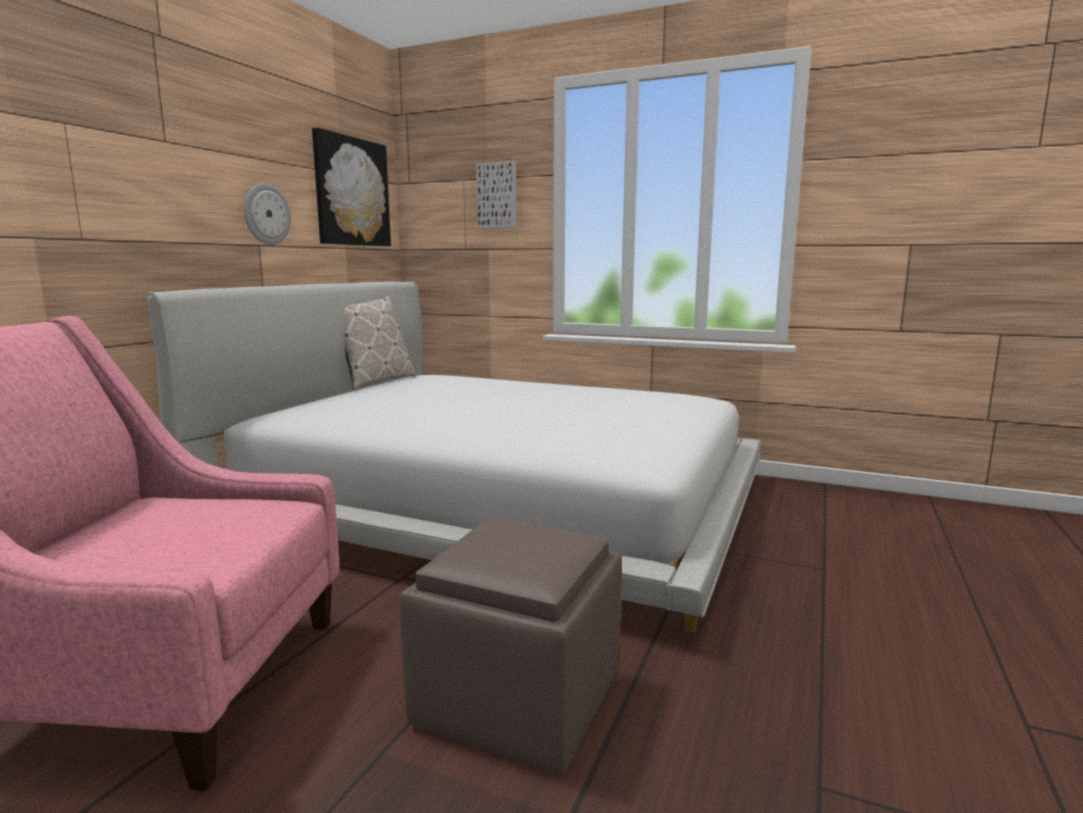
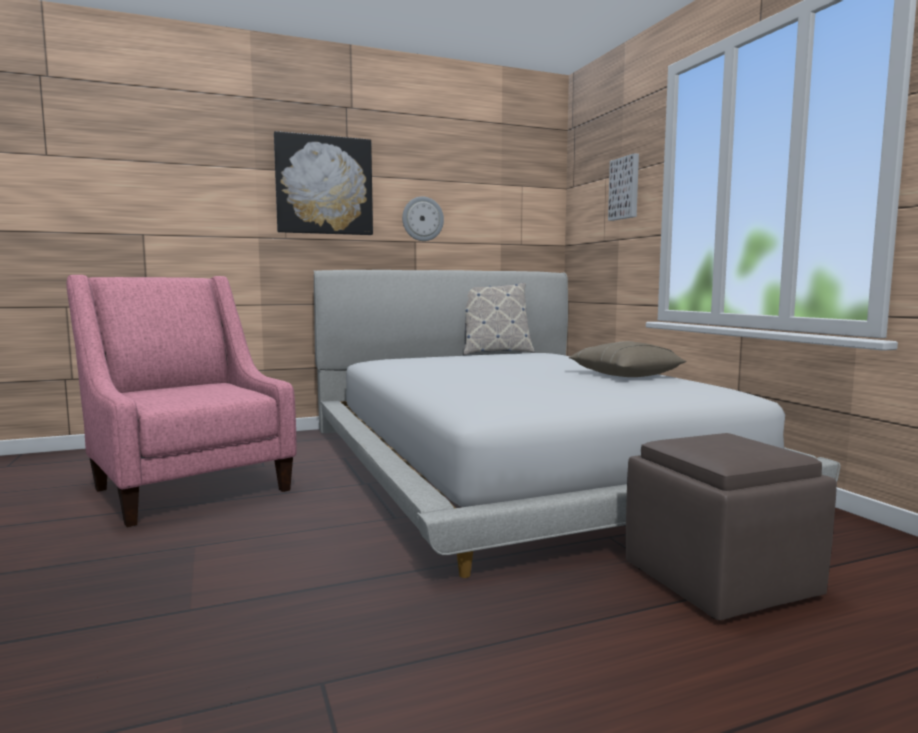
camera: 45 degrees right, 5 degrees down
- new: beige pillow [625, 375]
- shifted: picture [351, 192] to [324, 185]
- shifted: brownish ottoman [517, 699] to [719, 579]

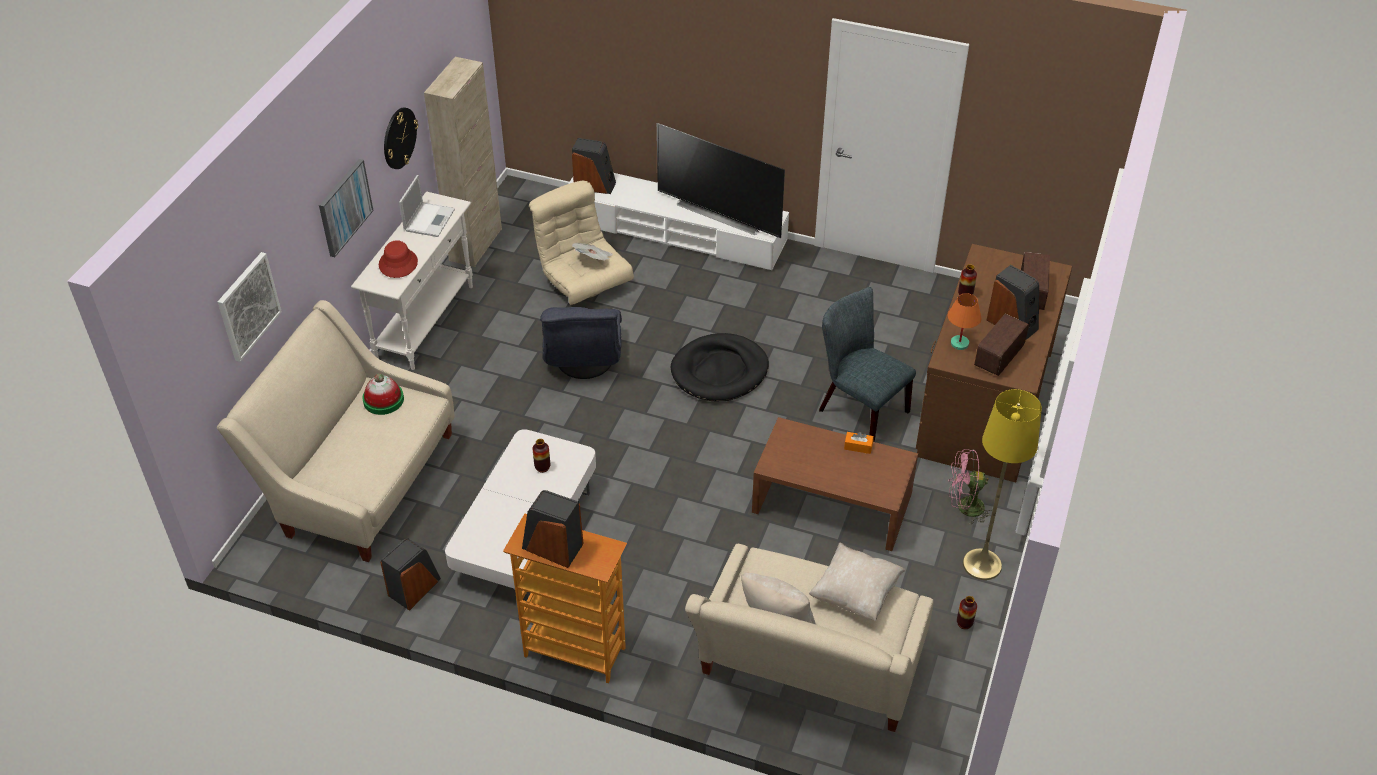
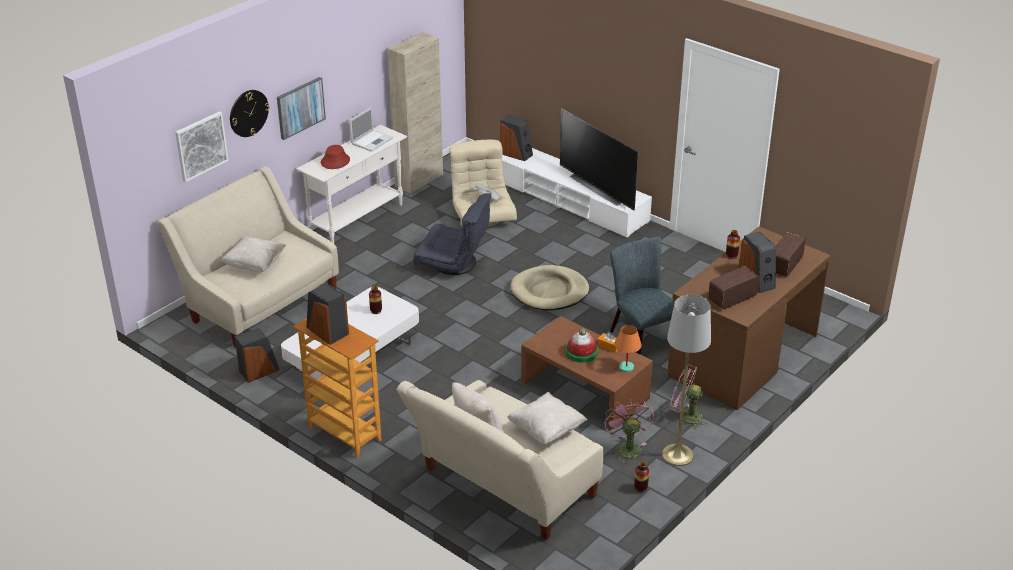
camera: 20 degrees right, 10 degrees down
- new: beige pillow [255, 265]
- new: pinkish cooling fan [626, 448]
- shifted: clothing hat [383, 400] to [581, 352]
- shifted: clock on the wall [399, 138] to [248, 113]
- shifted: orangey tabletop lamp [959, 343] to [626, 367]
- repainted: black-coloured dog cushion [720, 371] to beige dog cushion [549, 291]
- repainted: yellowish floor lamp [982, 564] to grey floor lamp [677, 455]
- rotated: grey lounge chair [583, 360] = [454, 264] 90 degrees counterclockwise

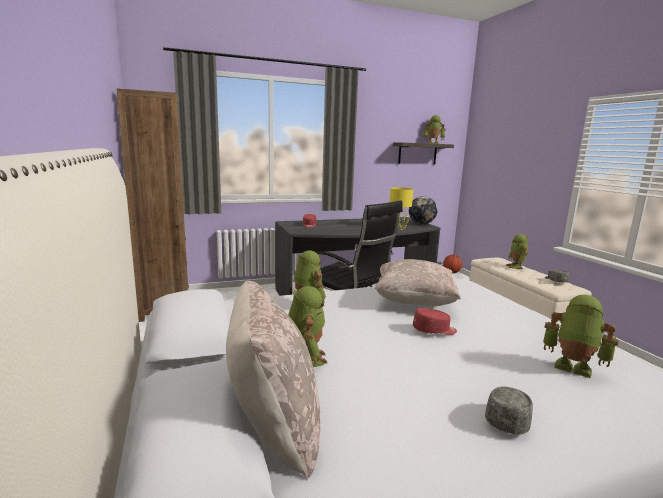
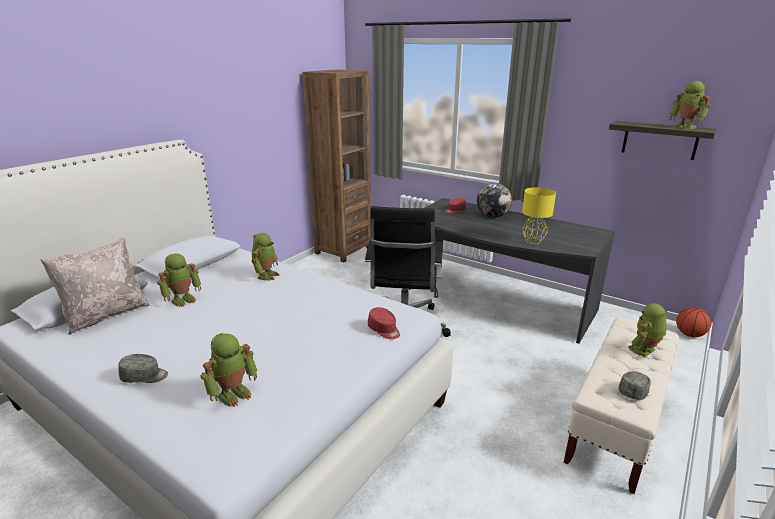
camera: 55 degrees right, 10 degrees up
- gone: beige pillow [414, 302]
- shifted: globe [421, 224] to [492, 216]
- shifted: red-coloured peaked cap [434, 330] to [384, 330]
- rotated: toy robot [572, 369] = [233, 393] 45 degrees clockwise

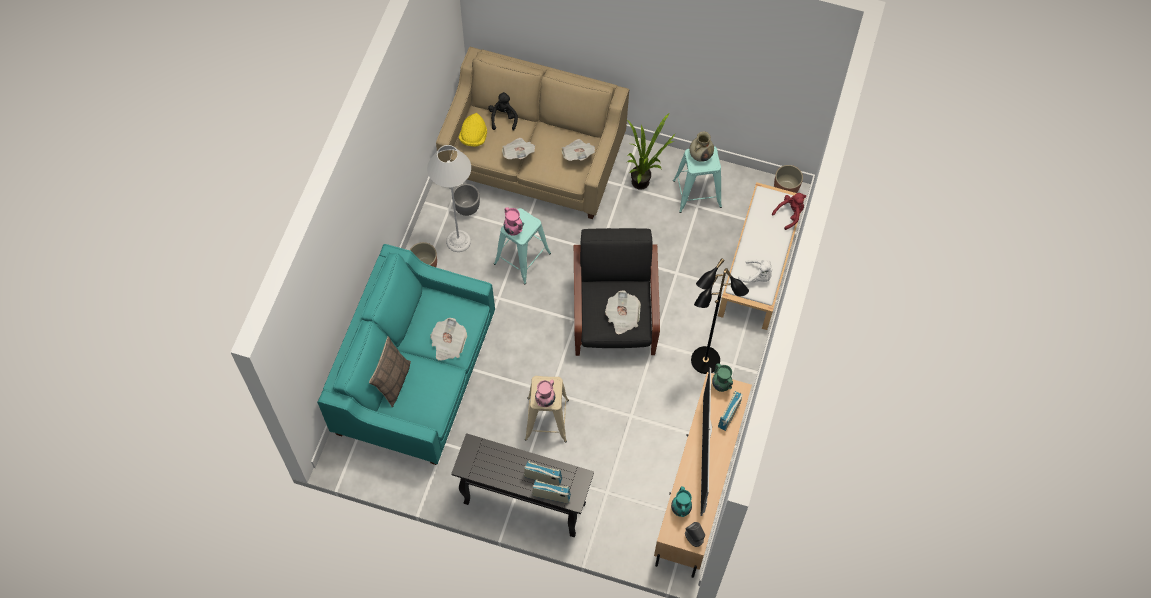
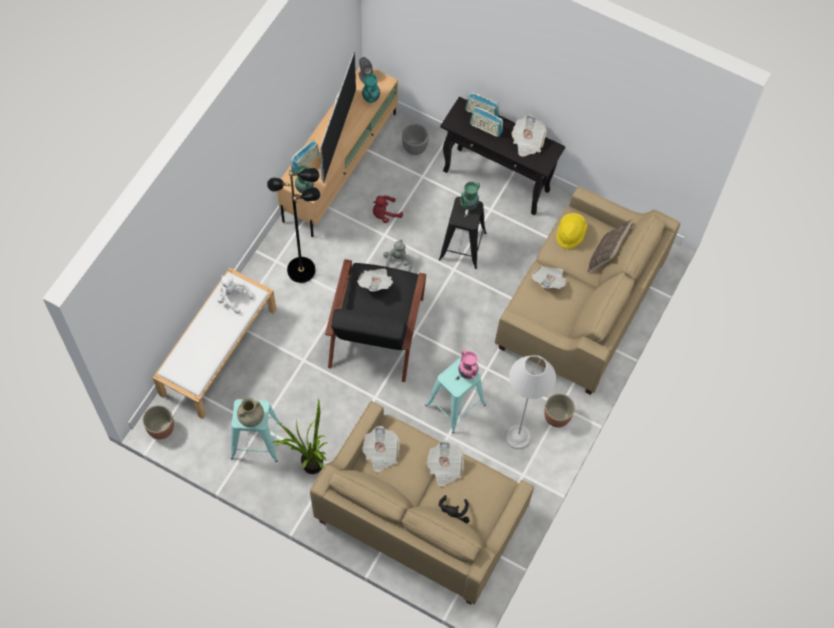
camera: 170 degrees left, 0 degrees up
- new: grey plush toy [397, 263]
- new: printed paper [527, 142]
- shifted: grey flower pot [466, 208] to [415, 148]
- shifted: yellowish clothing hat [473, 137] to [570, 234]
- shifted: red-coloured plush toy [790, 214] to [385, 214]
- repainted: turquoise-coloured settee [415, 376] to beige settee [579, 308]
- repainted: beige stool seat [547, 419] to black-coloured stool seat [462, 246]
- repainted: pinkish vase [545, 401] to green-coloured vase [469, 205]

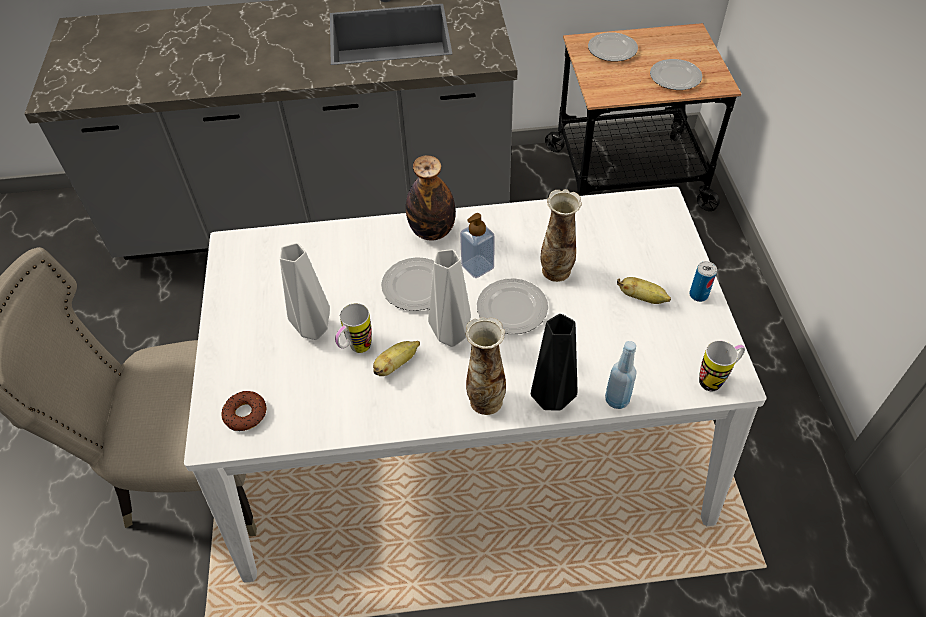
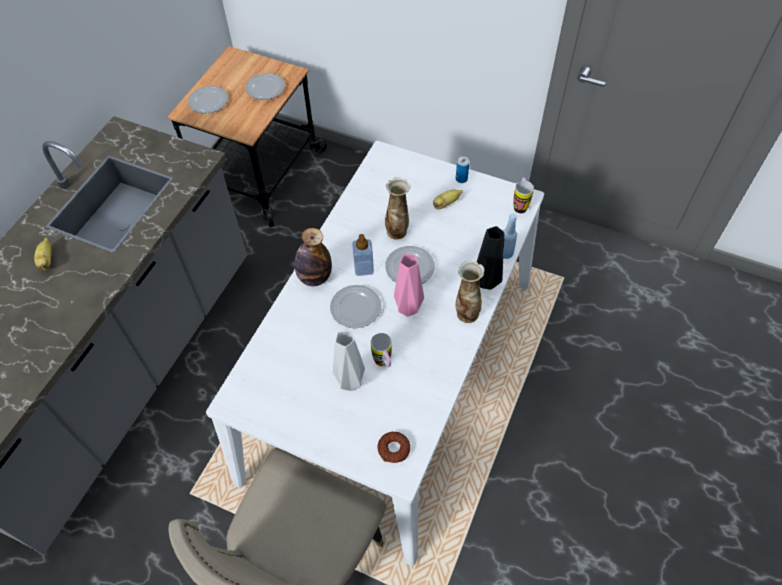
camera: 60 degrees left, 5 degrees up
- shifted: banana fruit [396, 364] to [47, 260]
- repainted: grey vase [452, 335] to pinkish vase [408, 307]

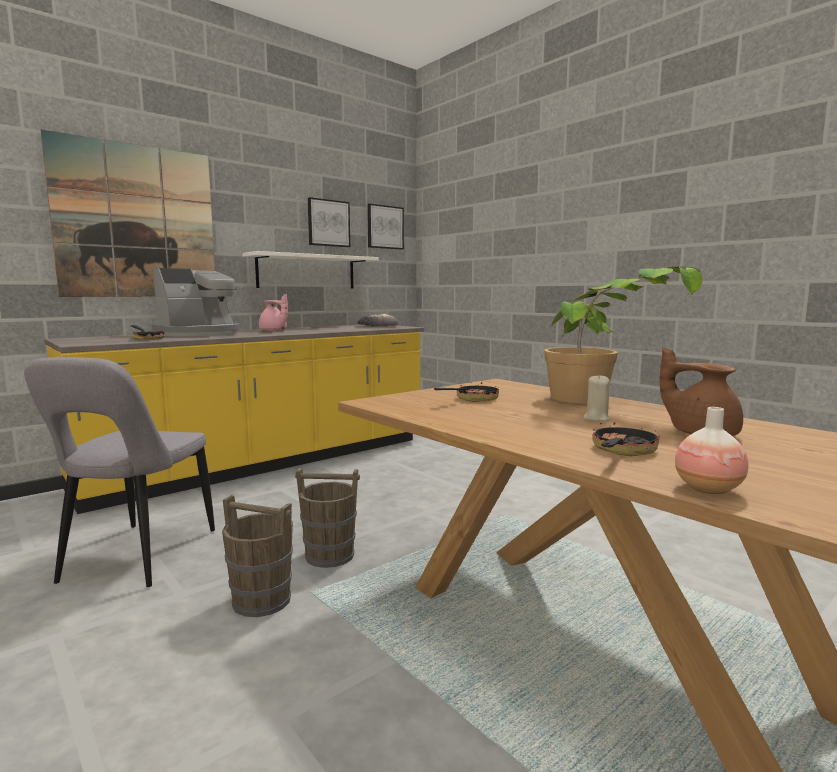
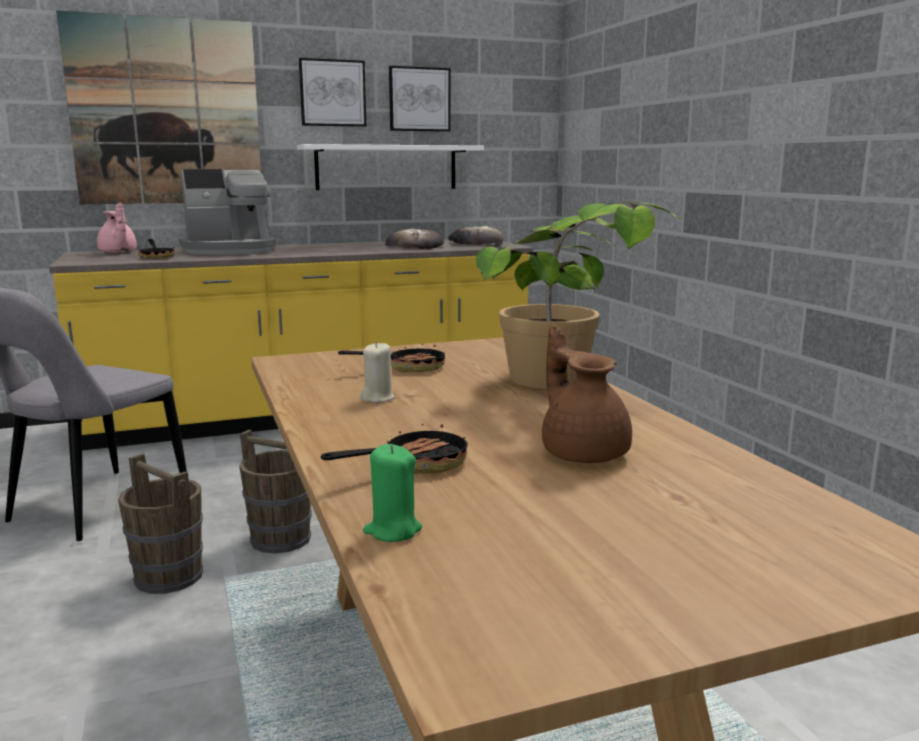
camera: 20 degrees right, 5 degrees up
- new: bread [414, 246]
- shifted: pinkish pot for tea [274, 331] to [117, 252]
- shifted: picture [385, 227] to [332, 93]
- shifted: beige candle [596, 418] to [377, 398]
- swapped: vase [708, 489] to green-coloured candle [392, 531]

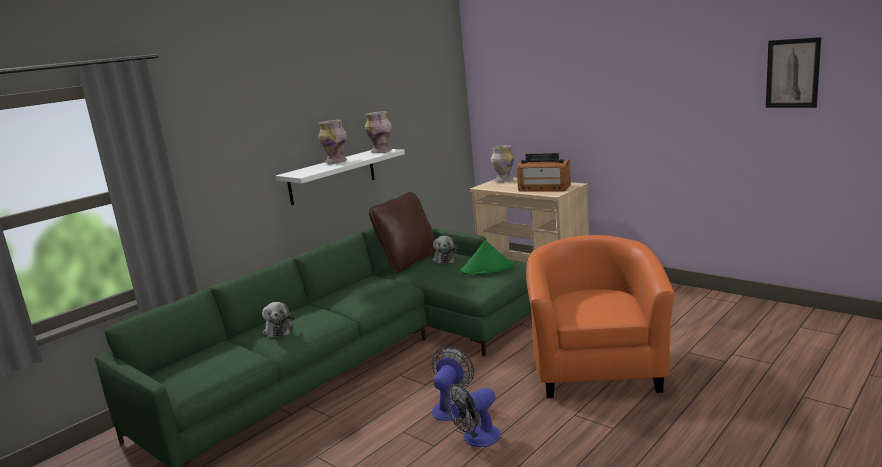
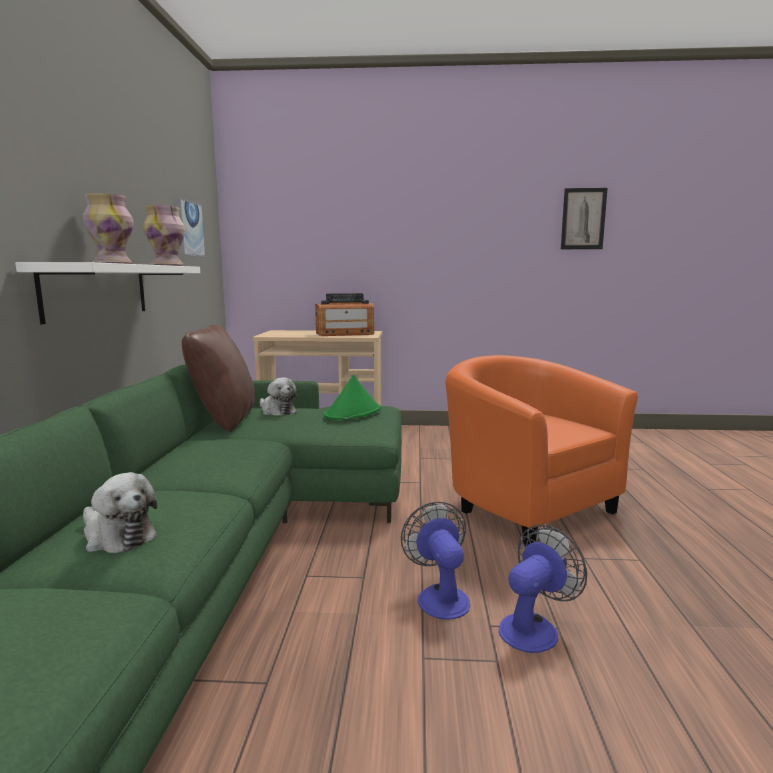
camera: 40 degrees left, 5 degrees down
- gone: vase [503, 180]
- new: picture [189, 229]
- rotated: cooling fan [476, 439] = [534, 627] 150 degrees counterclockwise

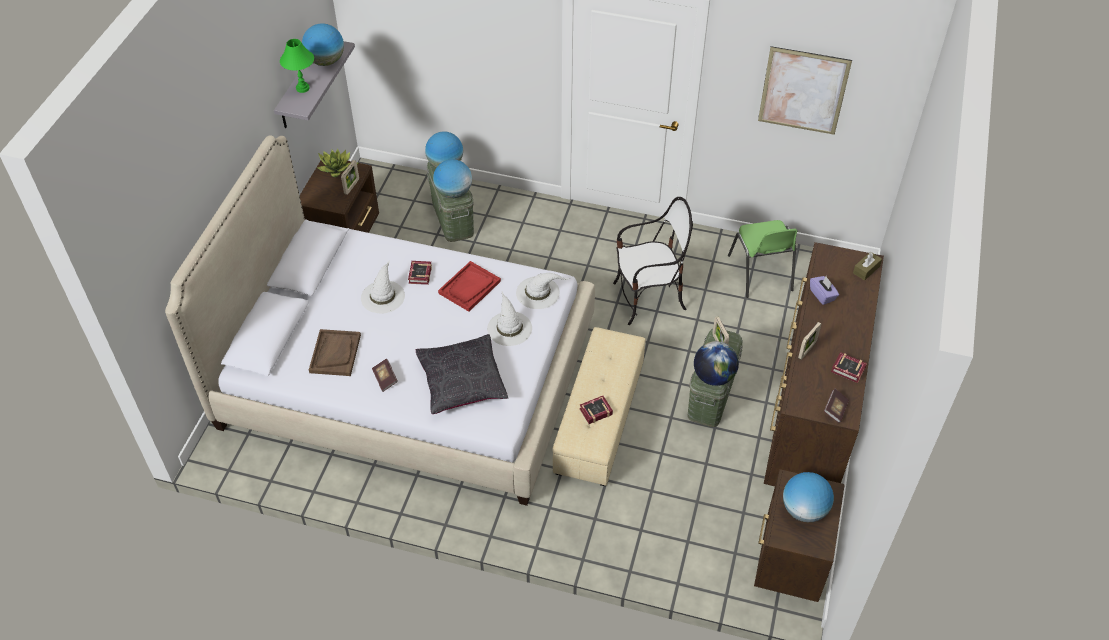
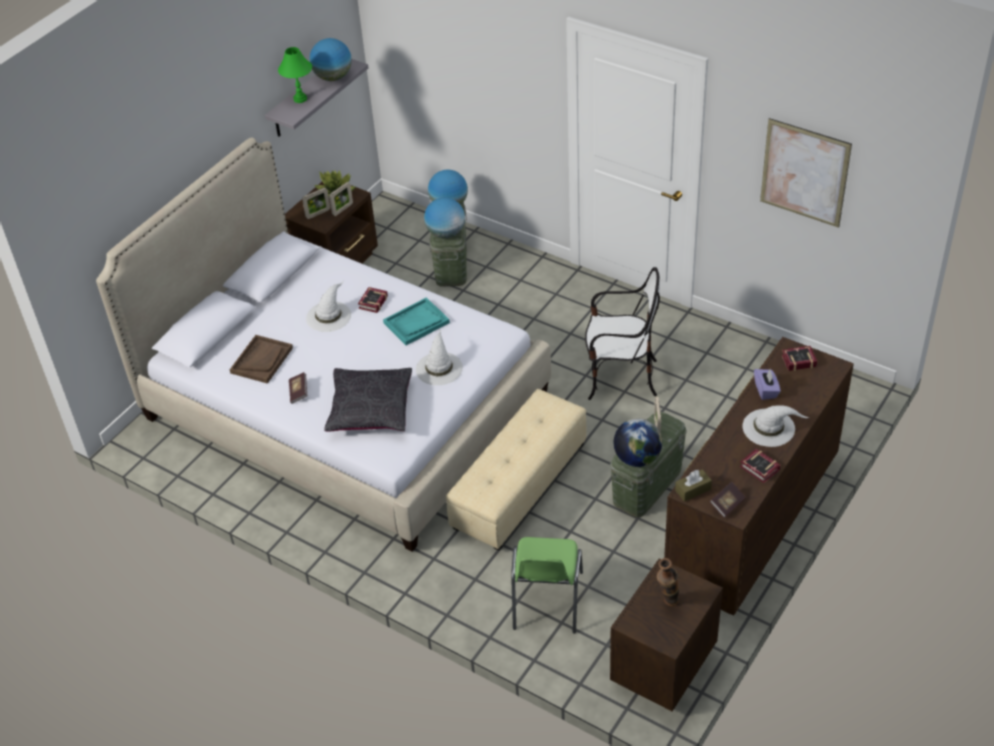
camera: 20 degrees right, 5 degrees down
- shifted: whitish clothing hat [538, 292] to [769, 427]
- shifted: book [594, 411] to [797, 360]
- shifted: green-coloured upright chair [760, 274] to [546, 601]
- shifted: picture frame [807, 350] to [318, 214]
- shifted: brownish tissue box [866, 270] to [693, 490]
- swapped: globe [804, 510] to vase [667, 603]
- repainted: red-coloured carrying tray [469, 287] to turquoise-coloured carrying tray [416, 323]

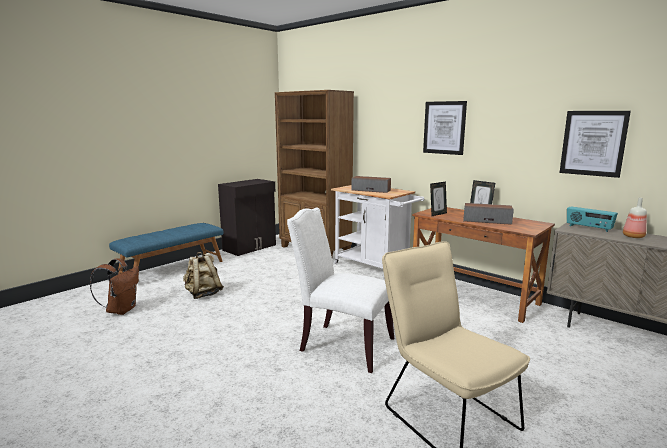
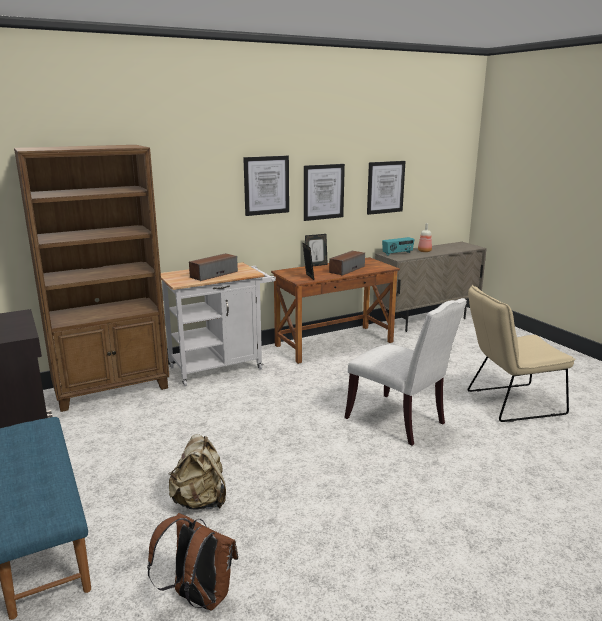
camera: 70 degrees left, 5 degrees up
- new: picture [323, 192]
- rotated: whitish upright chair [342, 345] = [399, 421] 90 degrees counterclockwise

